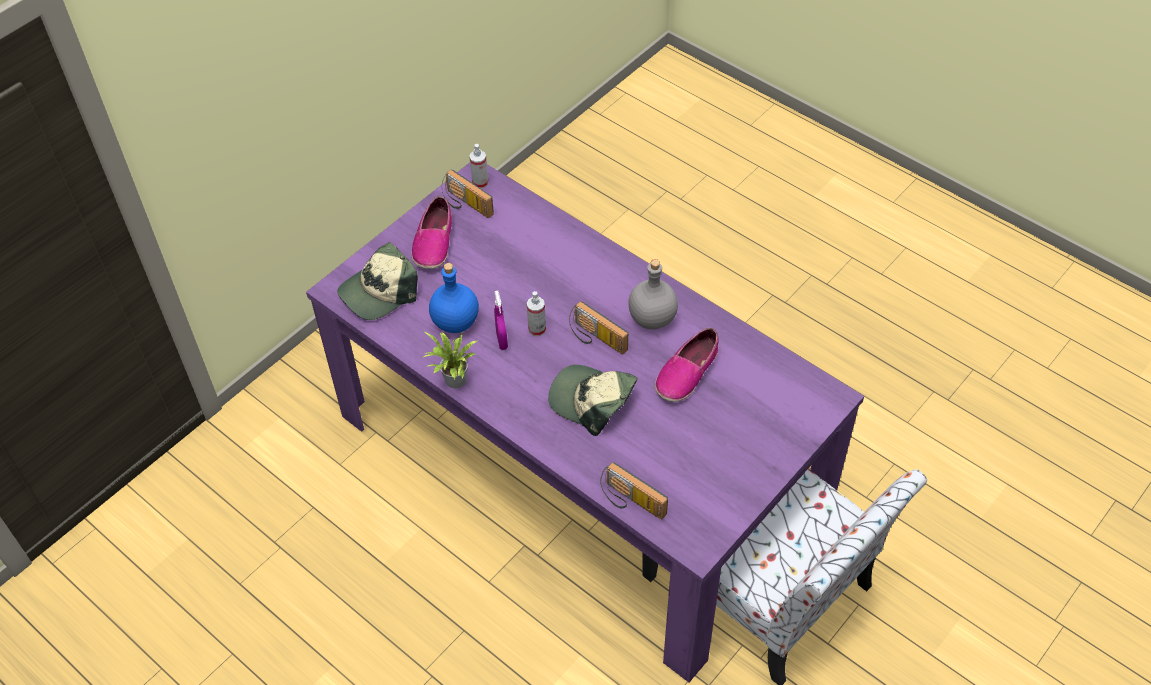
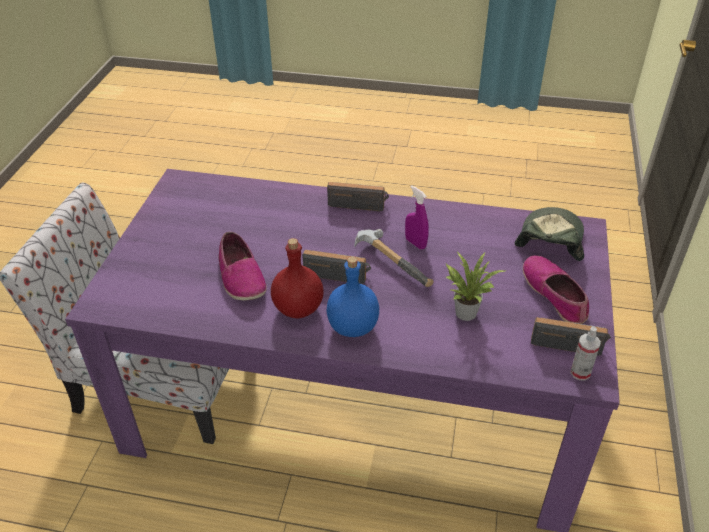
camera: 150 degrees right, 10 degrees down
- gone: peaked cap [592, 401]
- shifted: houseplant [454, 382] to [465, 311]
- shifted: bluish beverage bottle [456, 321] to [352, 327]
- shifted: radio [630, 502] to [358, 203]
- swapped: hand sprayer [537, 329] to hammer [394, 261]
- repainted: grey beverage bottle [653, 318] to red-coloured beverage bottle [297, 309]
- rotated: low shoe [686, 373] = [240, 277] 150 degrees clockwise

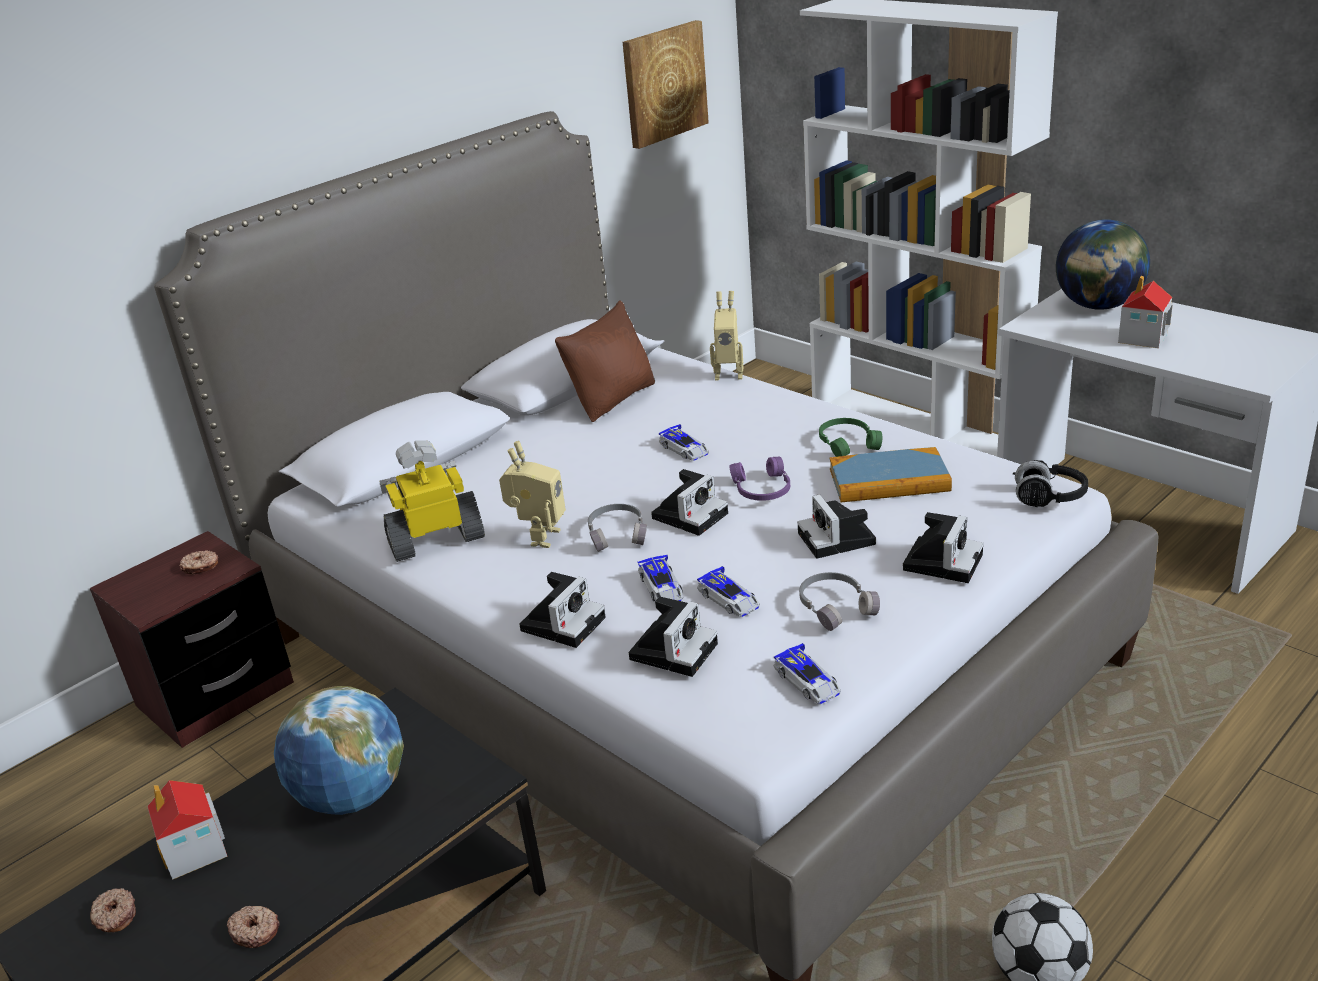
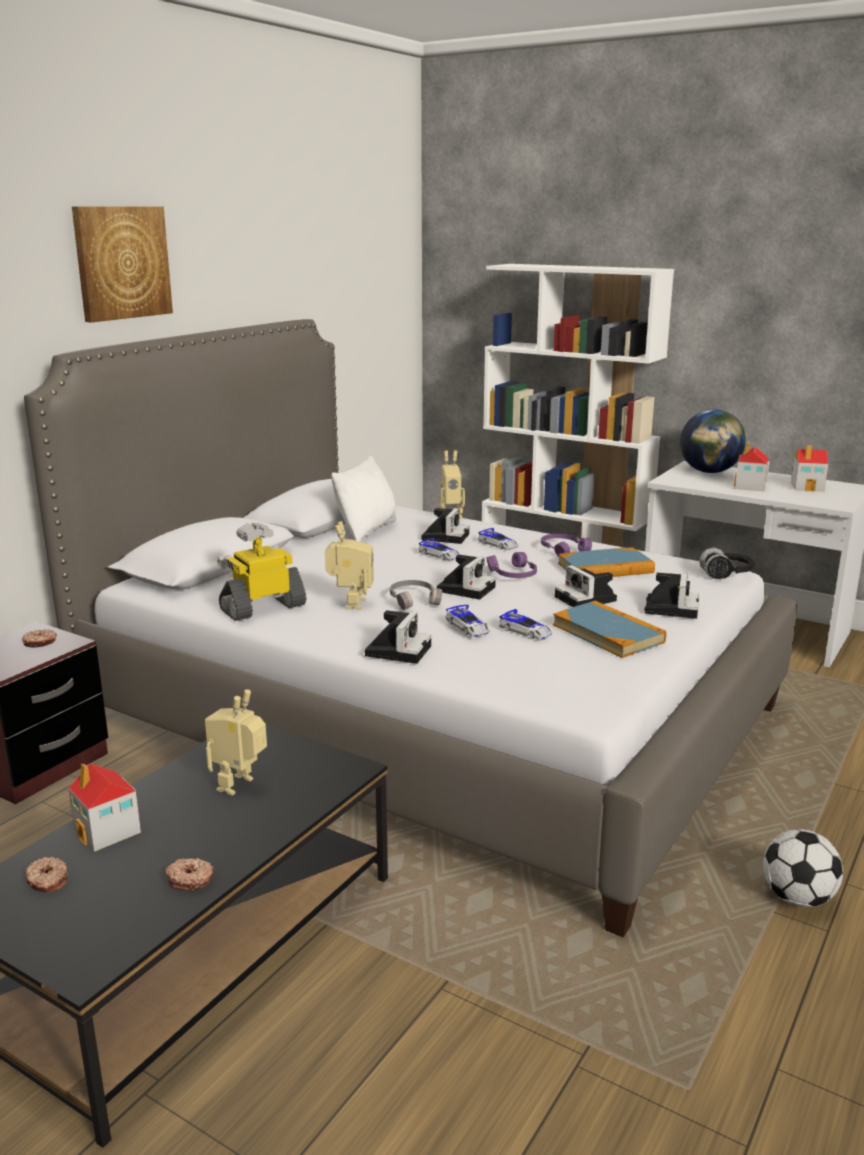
camera: 15 degrees left, 10 degrees down
- new: model house [807, 487]
- shifted: picture [663, 83] to [121, 262]
- shifted: photo camera [674, 649] to [445, 536]
- shifted: miniature car [808, 682] to [498, 544]
- swapped: globe [352, 796] to toy robot [240, 786]
- swapped: grey headset [836, 607] to book [608, 633]
- repainted: brownish pillow [613, 399] to whitish pillow [366, 529]
- repainted: green-coloured headset [848, 443] to purplish headset [563, 550]

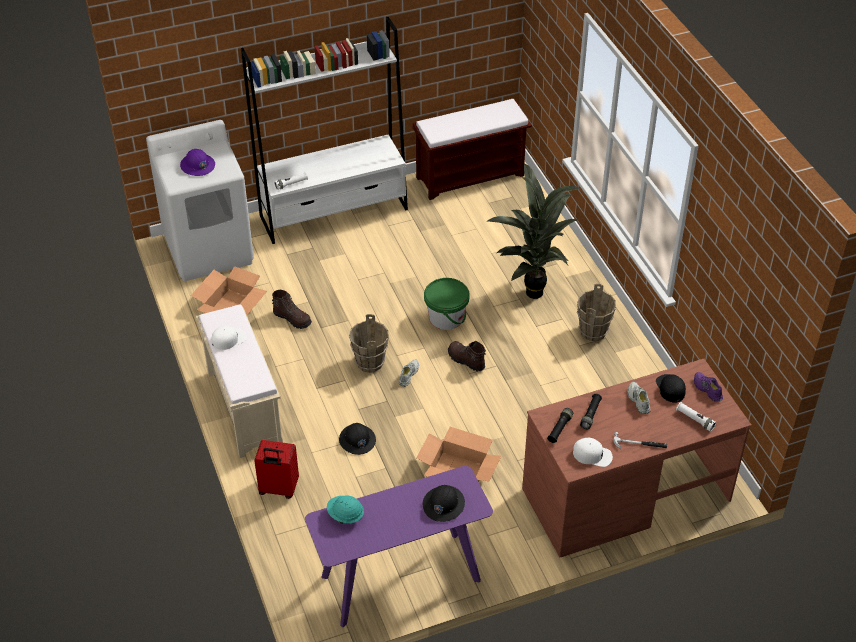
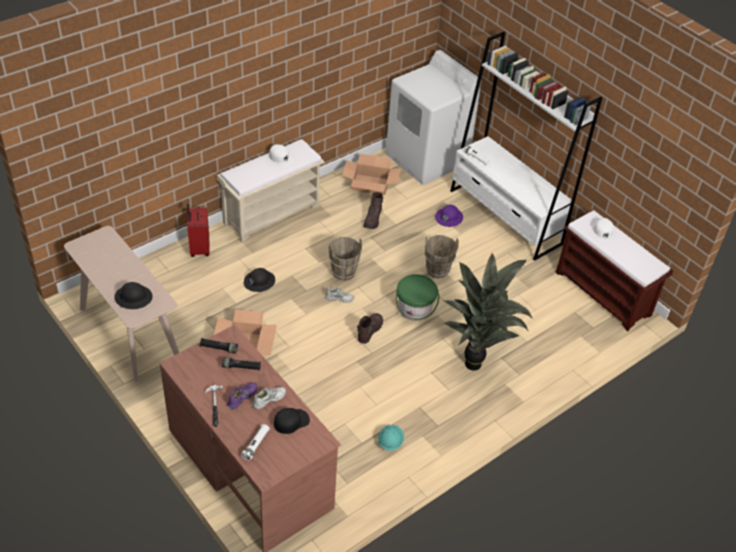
camera: 70 degrees right, 0 degrees up
- shifted: purplish safety helmet [197, 166] to [448, 218]
- shifted: turquoise-coloured safety helmet [345, 515] to [390, 442]
- shifted: whitish peaked cap [592, 455] to [603, 233]
- shifted: brownish pail [593, 331] to [437, 271]
- shifted: purplish low shoe [707, 389] to [241, 397]
- repainted: purplish console table [400, 579] to beige console table [129, 333]

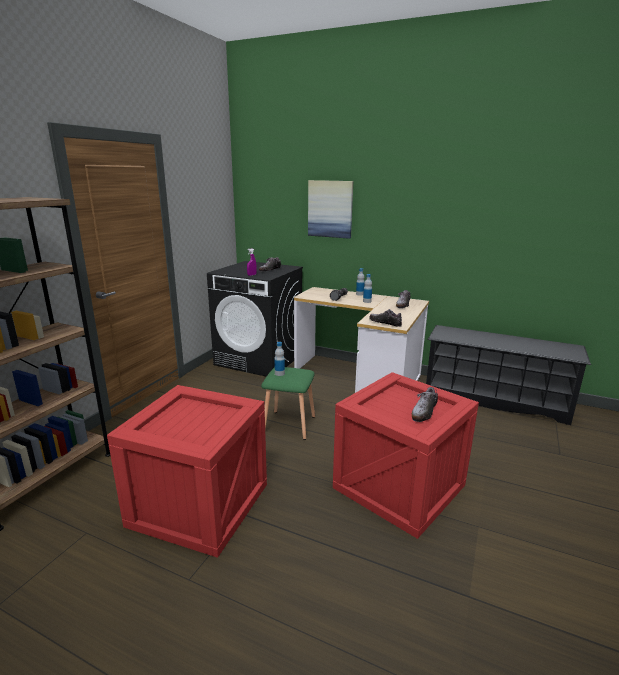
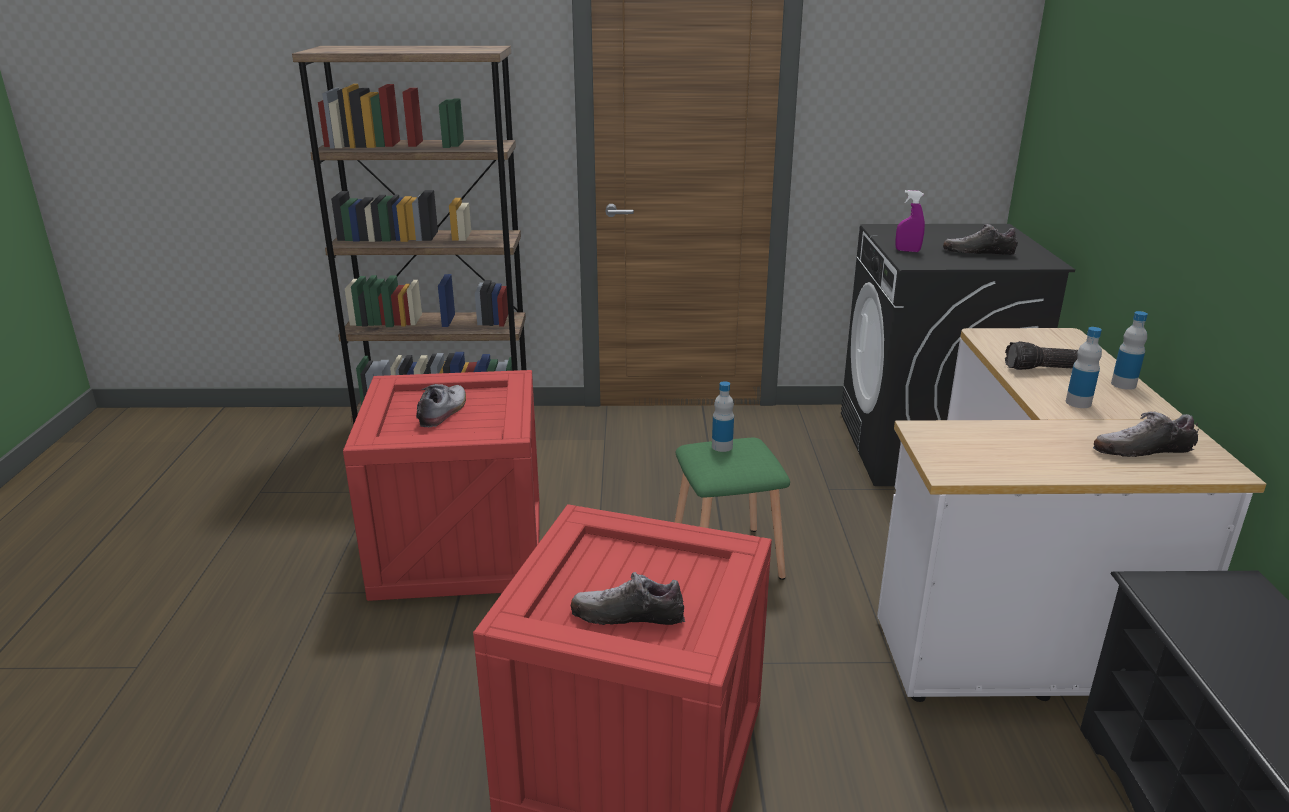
camera: 65 degrees right, 5 degrees up
- gone: picture [330, 209]
- shifted: low shoe [385, 323] to [443, 412]

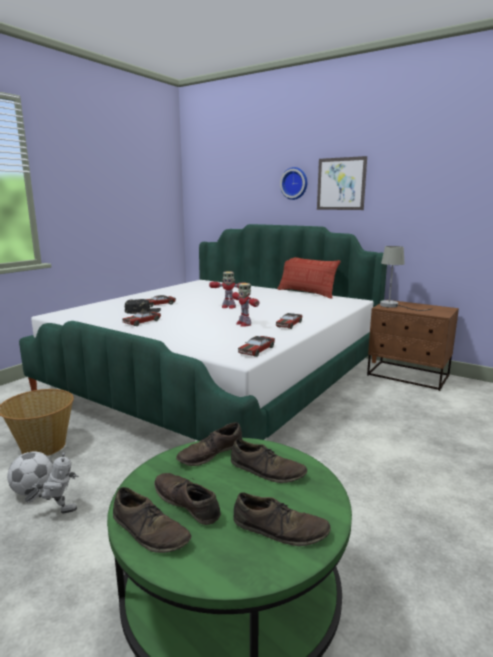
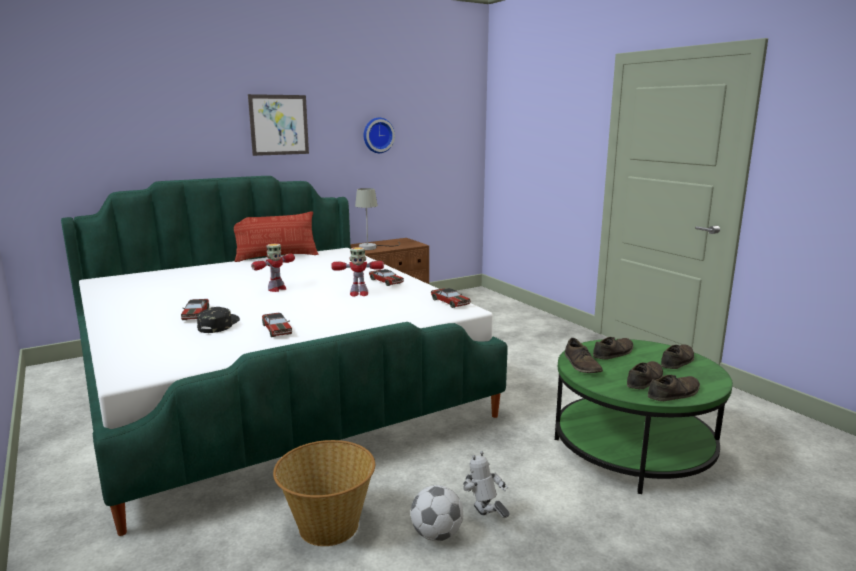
camera: 65 degrees left, 0 degrees up
- shifted: clock on the wall [294, 183] to [377, 135]
- rotated: toy robot [57, 510] = [485, 519] 45 degrees counterclockwise
- rotated: brownish low shoe [186, 503] = [644, 380] 150 degrees clockwise

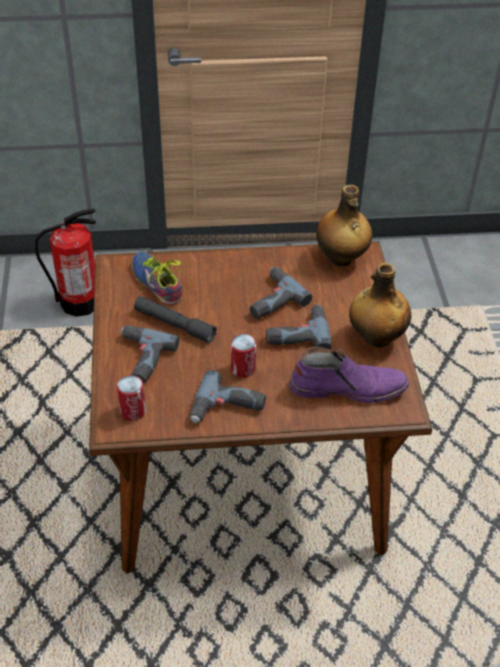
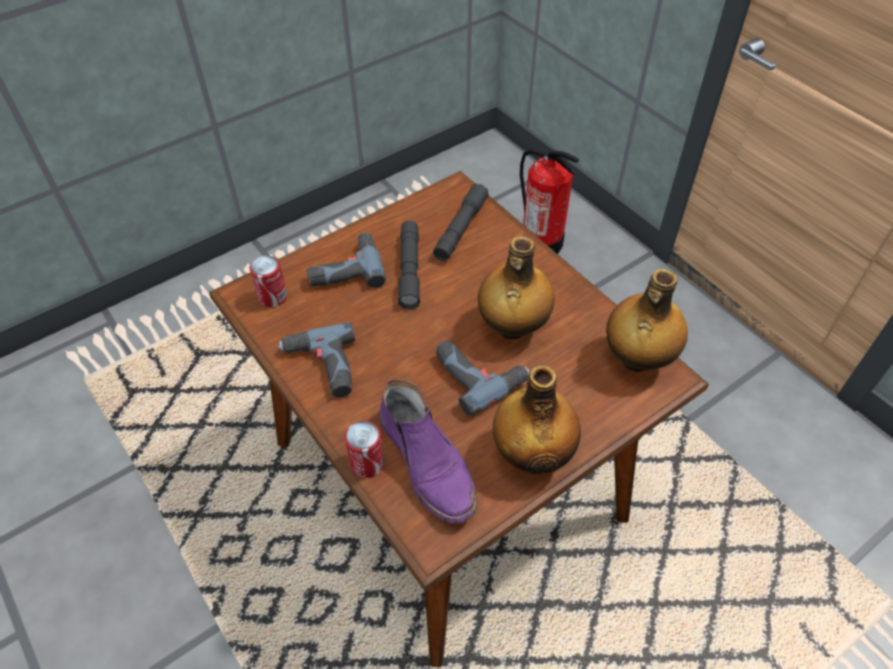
camera: 60 degrees right, 5 degrees up
- shifted: sealed can [243, 369] to [367, 463]
- swapped: low shoe [159, 281] to grey flashlight [460, 229]
- swapped: drill [271, 299] to beverage bottle [512, 327]

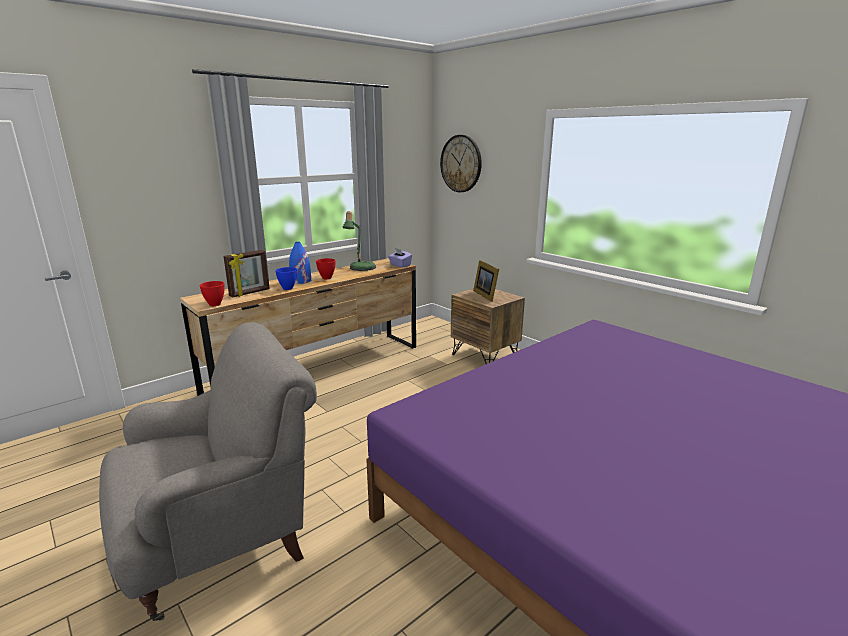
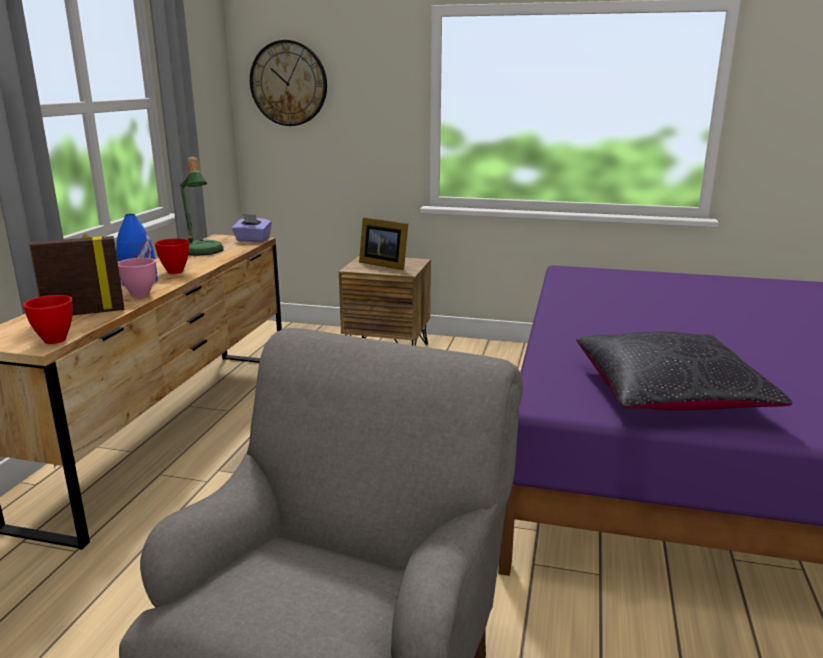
camera: 35 degrees left, 0 degrees up
- new: black-coloured pillow [668, 394]
- repainted: bluish deep dish [288, 288] to pinkish deep dish [141, 295]
- rotated: picture frame [250, 293] = [85, 313] 120 degrees counterclockwise

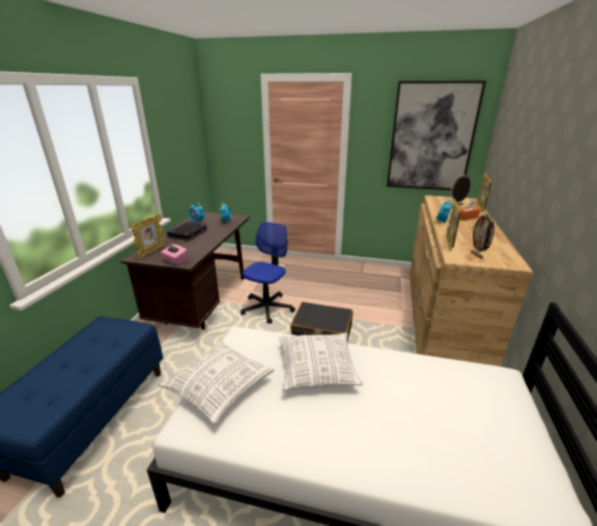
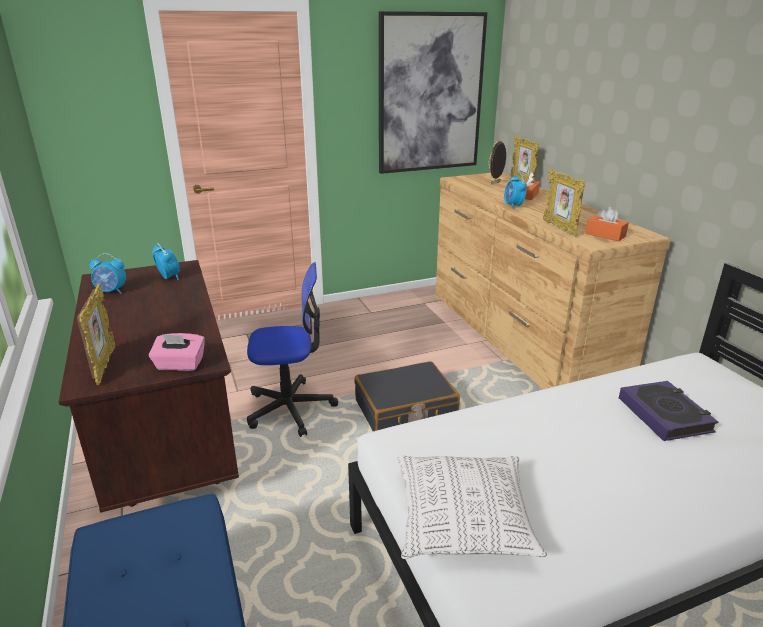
camera: 35 degrees left, 0 degrees up
- gone: pillow [317, 369]
- shifted: book [188, 233] to [664, 415]
- swapped: picture frame [477, 255] to orangey tissue box [605, 235]
- rotated: desk chair [267, 308] = [290, 408] 90 degrees clockwise

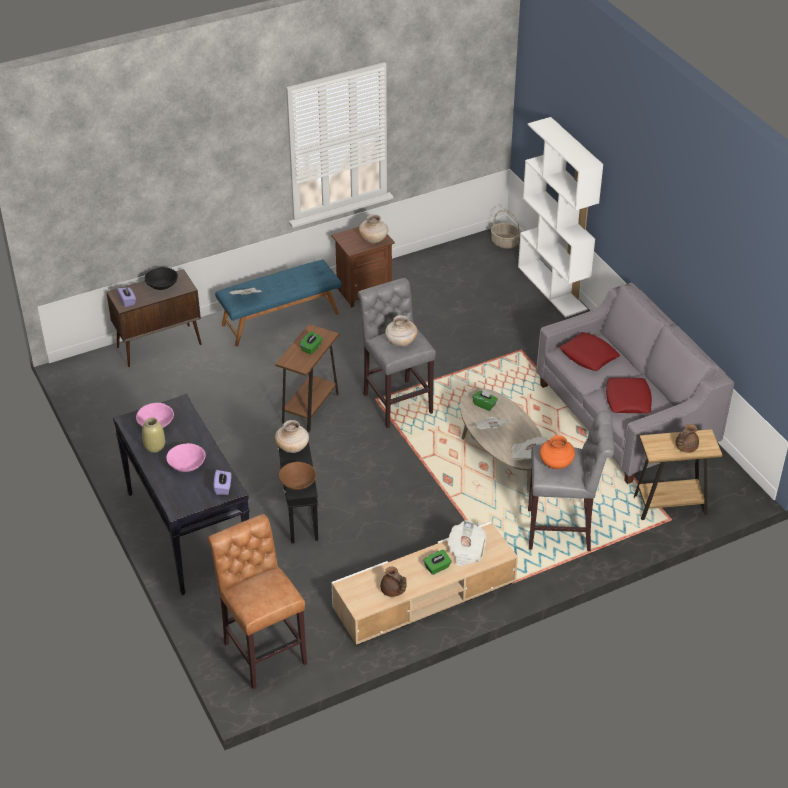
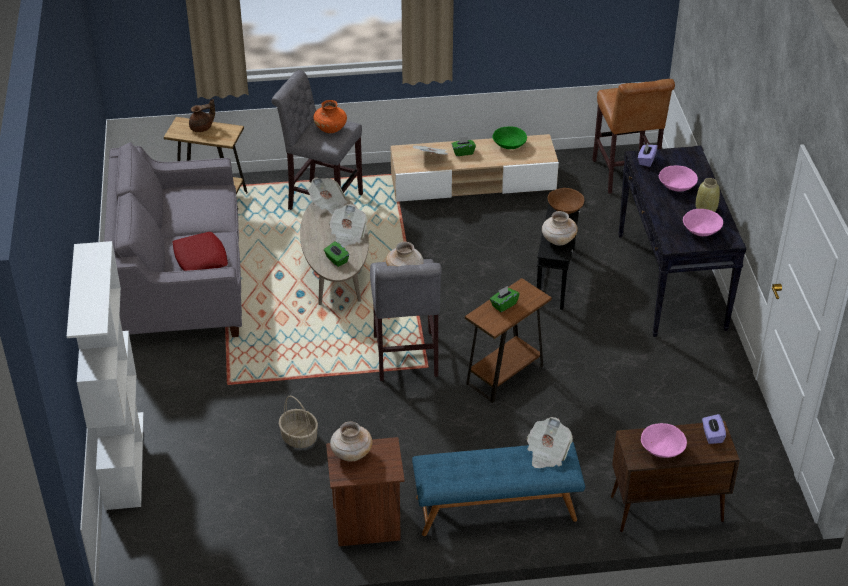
camera: 160 degrees left, 0 degrees up
- gone: red-coloured pillow [628, 400]
- shifted: storage basket [505, 243] to [298, 437]
- swapped: brownish pot for tea [393, 591] to green-coloured deep dish [509, 145]
- repainted: black-coloured deep dish [162, 285] to pinkish deep dish [662, 449]

